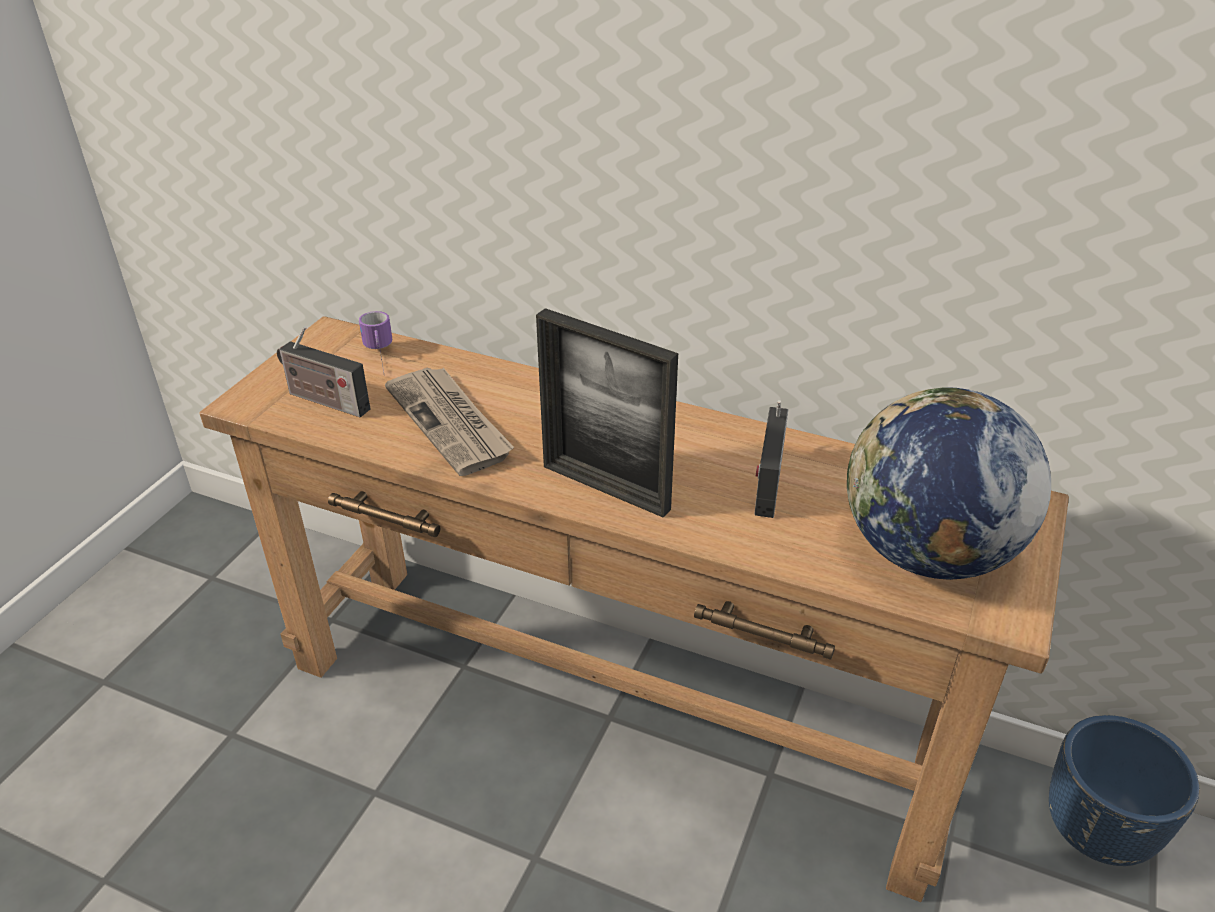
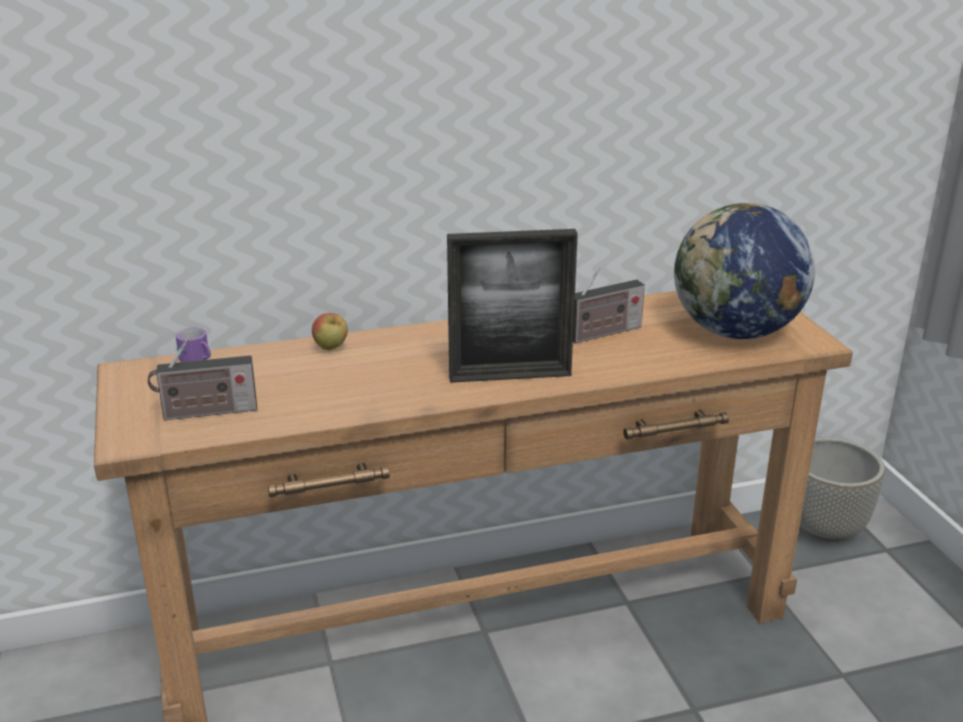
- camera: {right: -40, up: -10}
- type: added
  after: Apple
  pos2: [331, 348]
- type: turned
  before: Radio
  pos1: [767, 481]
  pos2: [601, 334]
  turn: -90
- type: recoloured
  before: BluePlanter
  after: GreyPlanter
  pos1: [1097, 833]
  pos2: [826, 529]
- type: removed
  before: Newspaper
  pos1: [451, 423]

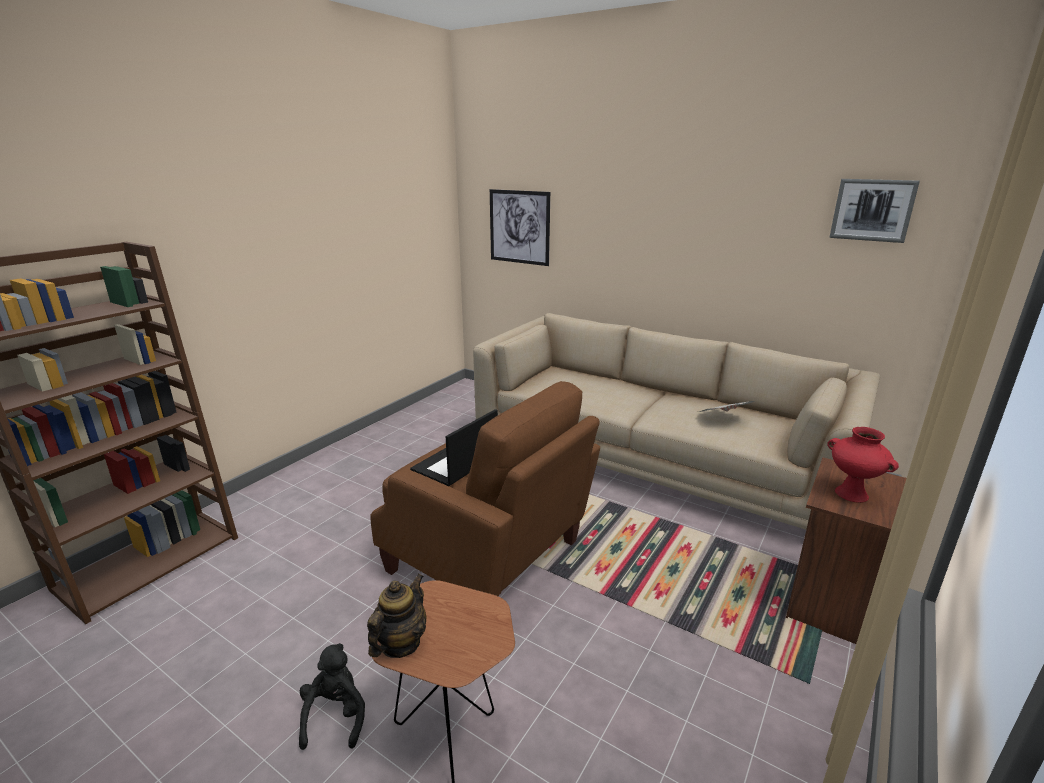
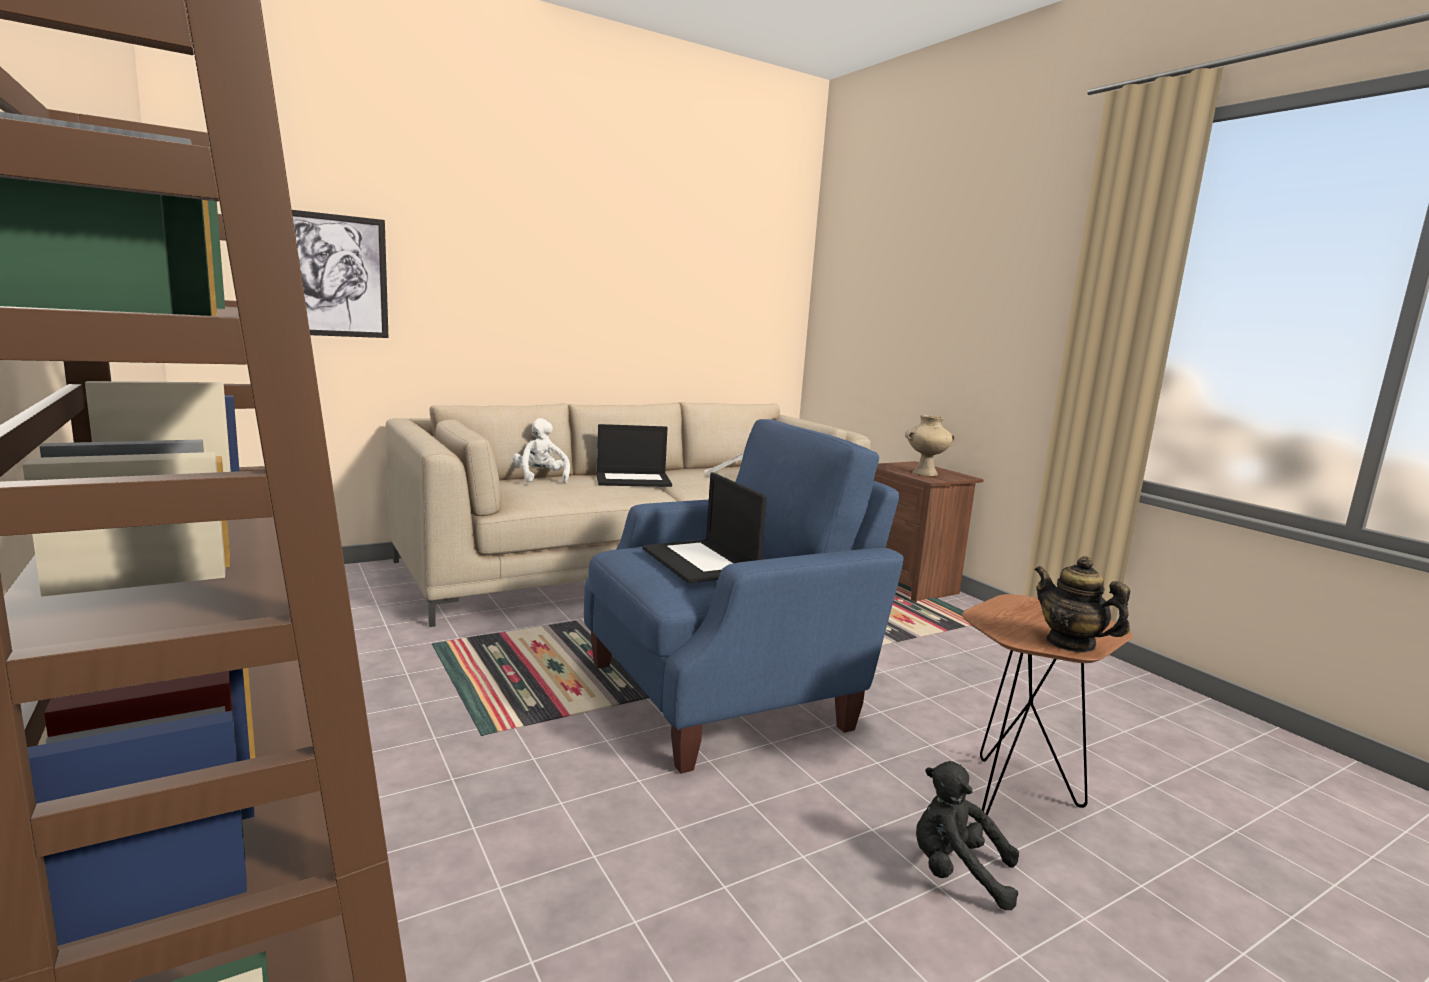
- camera: {right: -65, up: -10}
- type: added
  after: WhitePlushToy
  pos2: [540, 478]
- type: recoloured
  before: BrownArmchair
  after: BlueArmchair
  pos1: [489, 559]
  pos2: [725, 694]
- type: added
  after: Laptop
  pos2: [634, 480]
- type: recoloured
  before: RedVase
  after: BeigeVase
  pos1: [852, 494]
  pos2: [925, 473]
- type: removed
  before: Picture
  pos1: [872, 210]

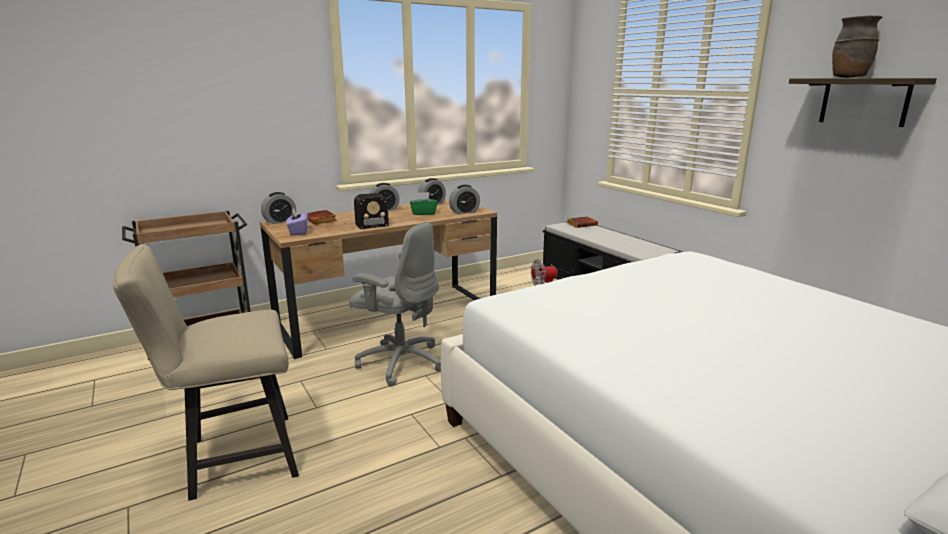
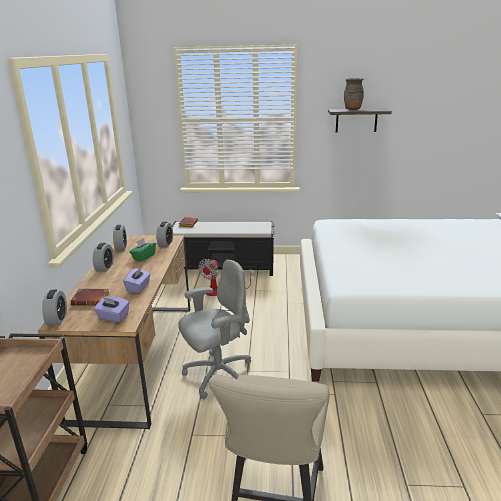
- camera: {right: -55, up: 5}
- type: replaced
  before: Radio
  after: PurpleTissueBox
  pos1: [360, 226]
  pos2: [138, 287]

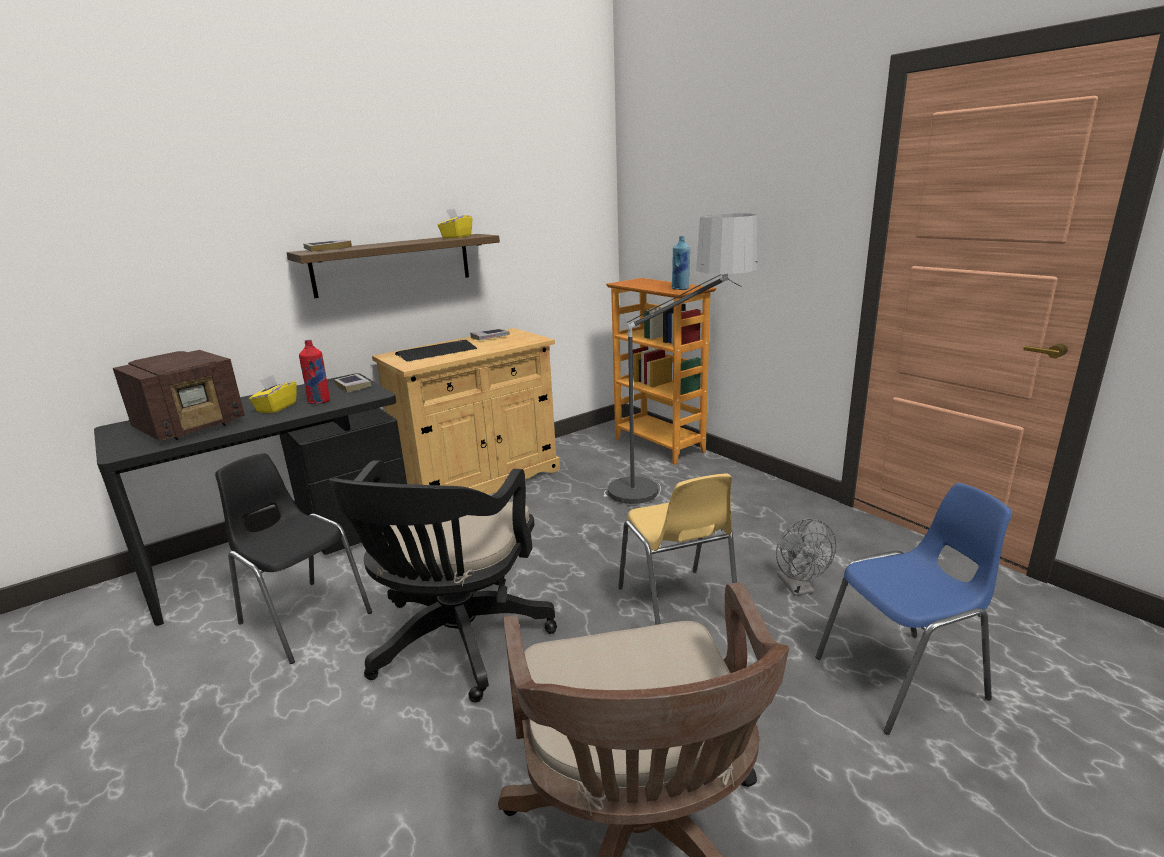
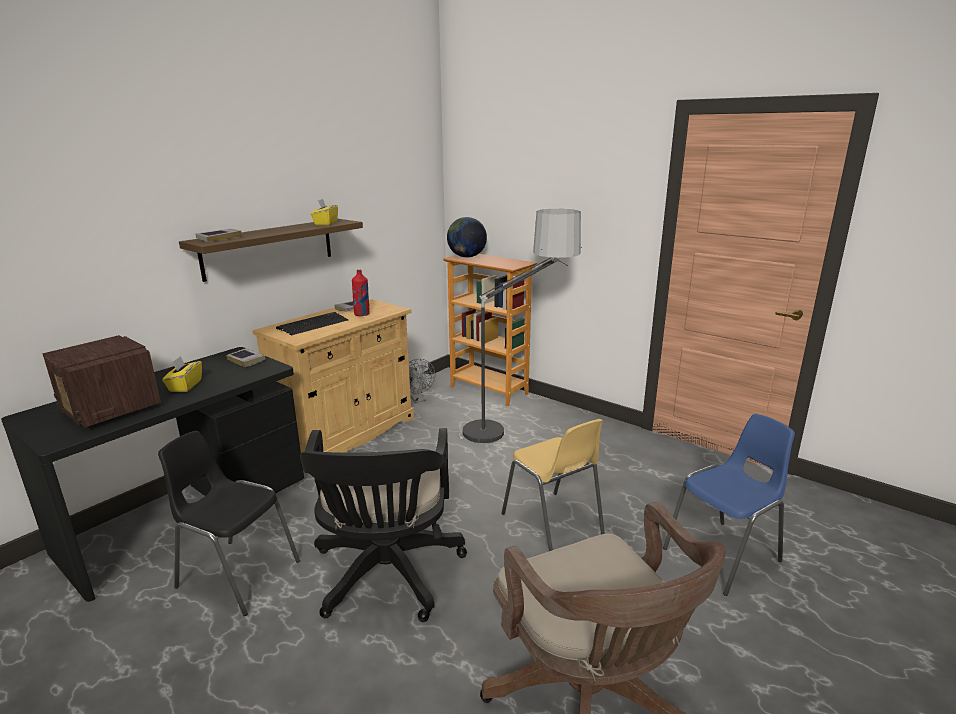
- camera: {right: -15, up: 0}
- type: turned
  before: Radio
  pos1: [192, 426]
  pos2: [111, 409]
  turn: 105
- type: moved
  before: RedBottle
  pos1: [319, 401]
  pos2: [362, 314]
- type: moved
  before: GreyFan
  pos1: [799, 588]
  pos2: [418, 399]
- type: added
  after: Globe
  pos2: [466, 257]
- type: removed
  before: BlueBottle
  pos1: [680, 289]

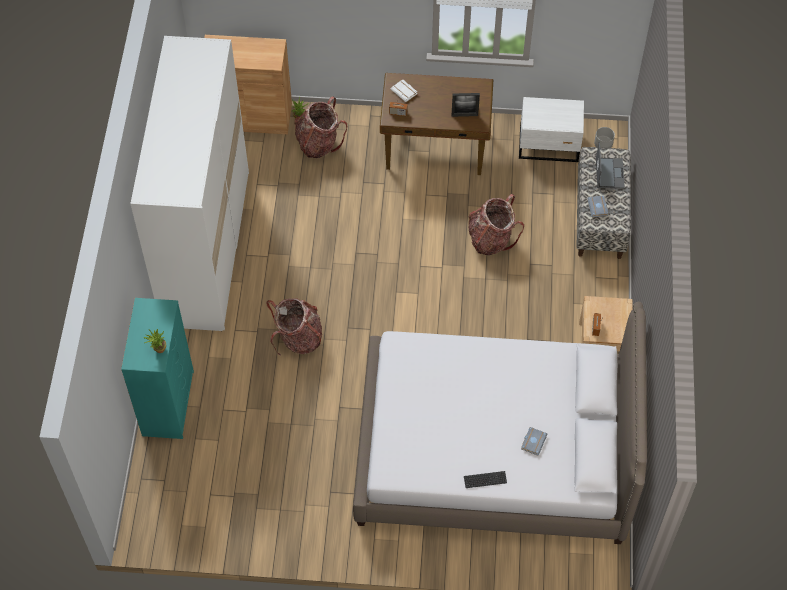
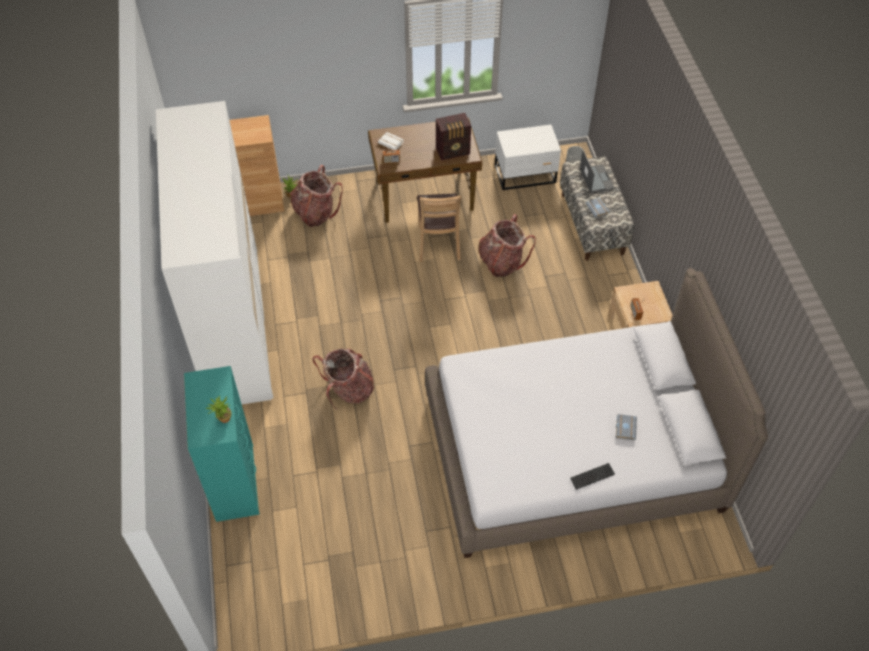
- camera: {right: -15, up: -5}
- type: added
  after: BrownChair
  pos2: [438, 243]
- type: replaced
  before: PictureFrame
  after: Radio
  pos1: [464, 115]
  pos2: [453, 151]

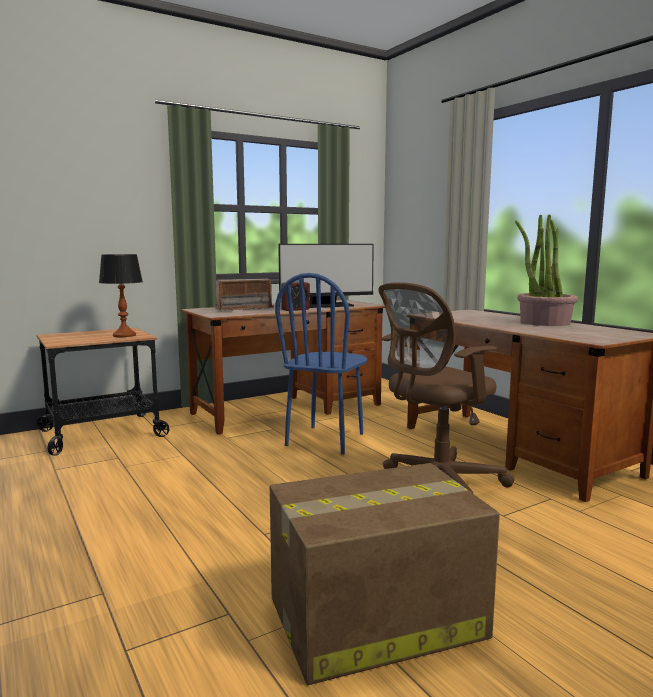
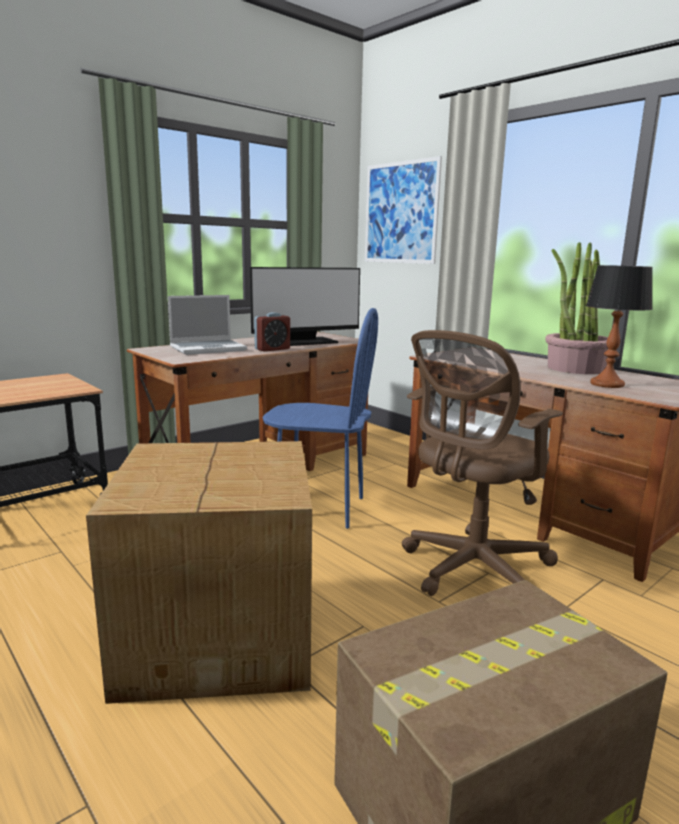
- camera: {right: -10, up: 5}
- type: added
  after: CardboardBox
  pos2: [221, 631]
- type: replaced
  before: Radio
  after: Laptop
  pos1: [244, 309]
  pos2: [208, 349]
- type: turned
  before: BlueChair
  pos1: [325, 440]
  pos2: [319, 508]
  turn: -90
- type: added
  after: Picture
  pos2: [400, 213]
- type: moved
  before: TableLamp
  pos1: [124, 335]
  pos2: [607, 384]

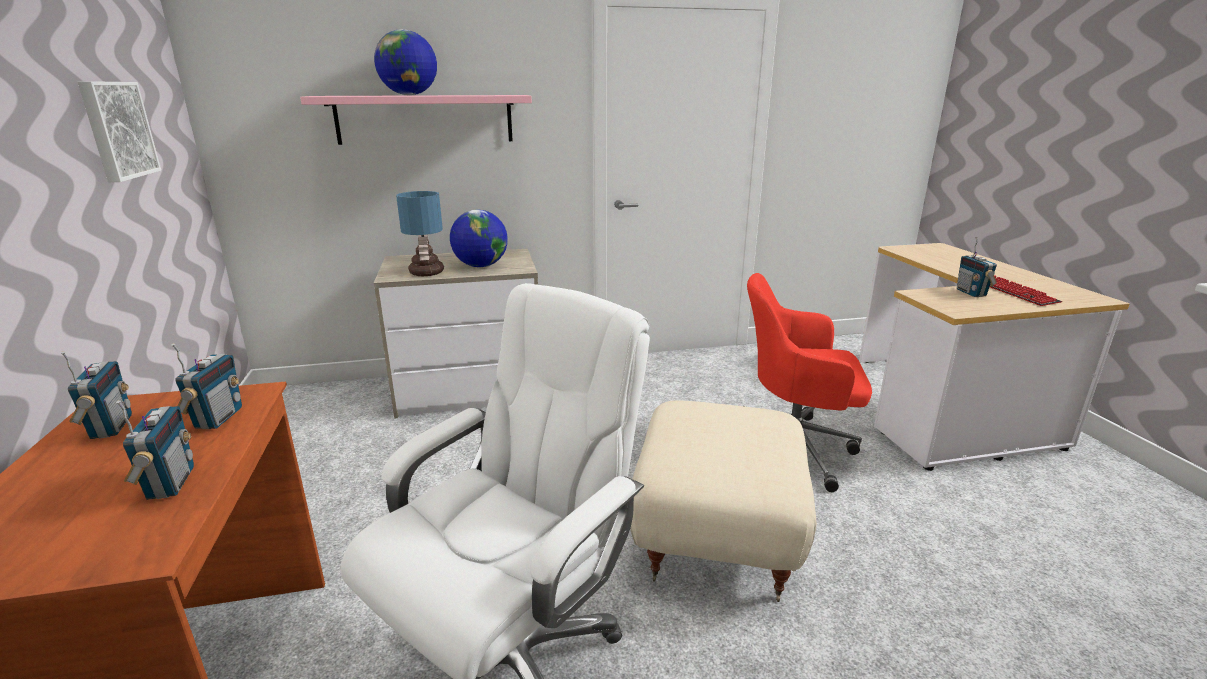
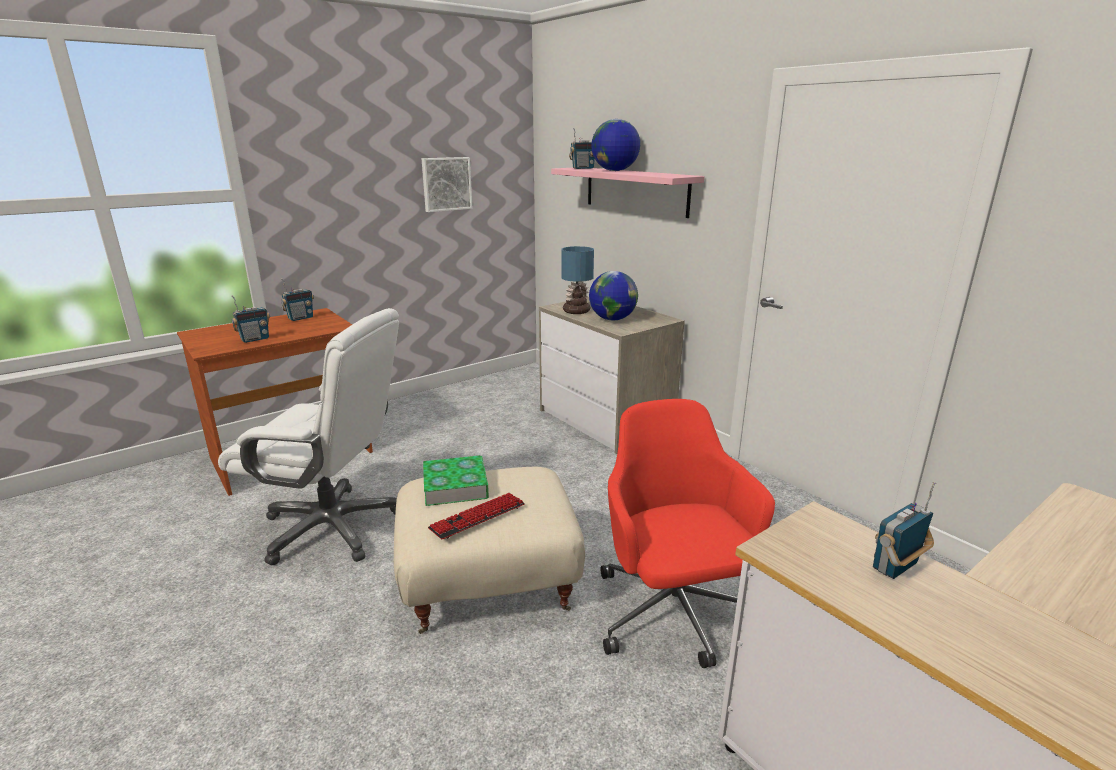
- camera: {right: 65, up: 0}
- type: added
  after: Book
  pos2: [455, 486]
- type: moved
  before: Keyboard
  pos1: [1015, 292]
  pos2: [477, 517]
- type: moved
  before: Radio
  pos1: [218, 418]
  pos2: [583, 168]

